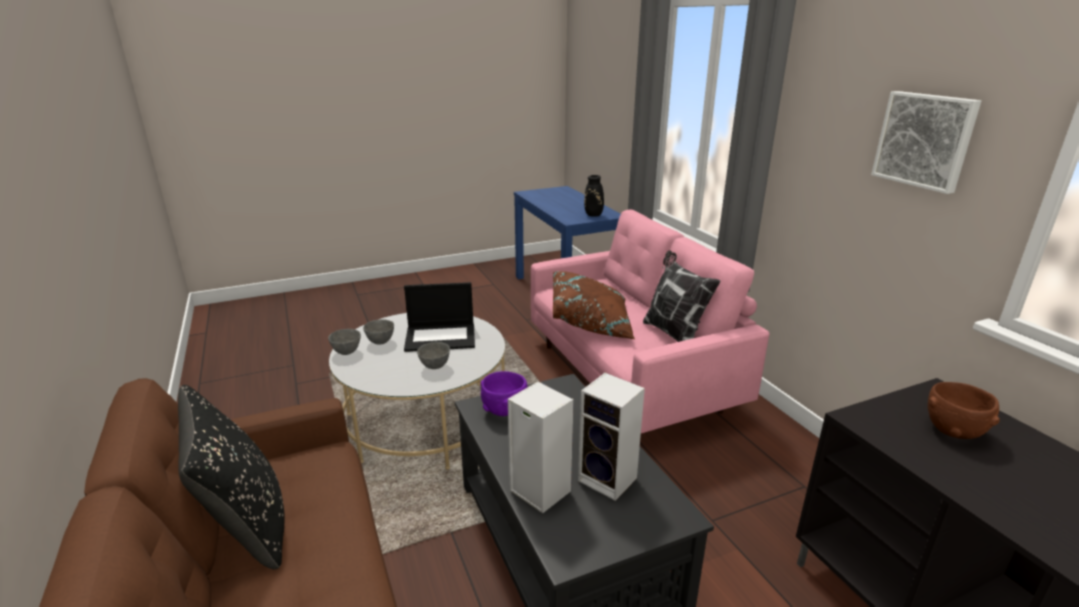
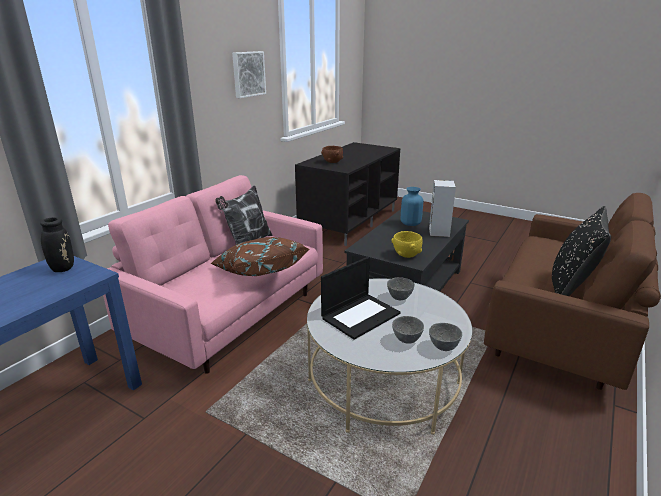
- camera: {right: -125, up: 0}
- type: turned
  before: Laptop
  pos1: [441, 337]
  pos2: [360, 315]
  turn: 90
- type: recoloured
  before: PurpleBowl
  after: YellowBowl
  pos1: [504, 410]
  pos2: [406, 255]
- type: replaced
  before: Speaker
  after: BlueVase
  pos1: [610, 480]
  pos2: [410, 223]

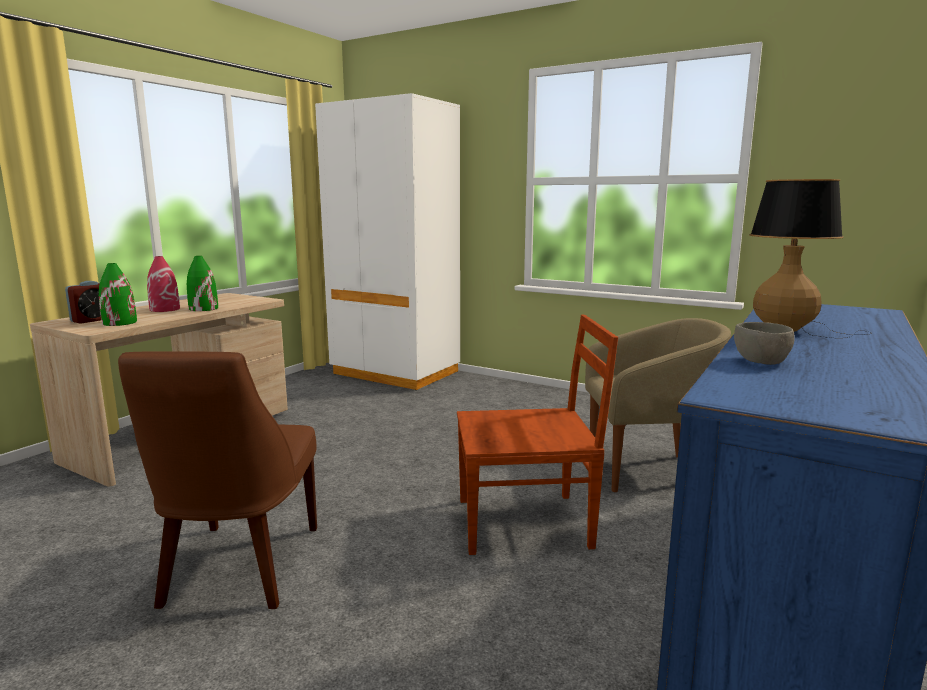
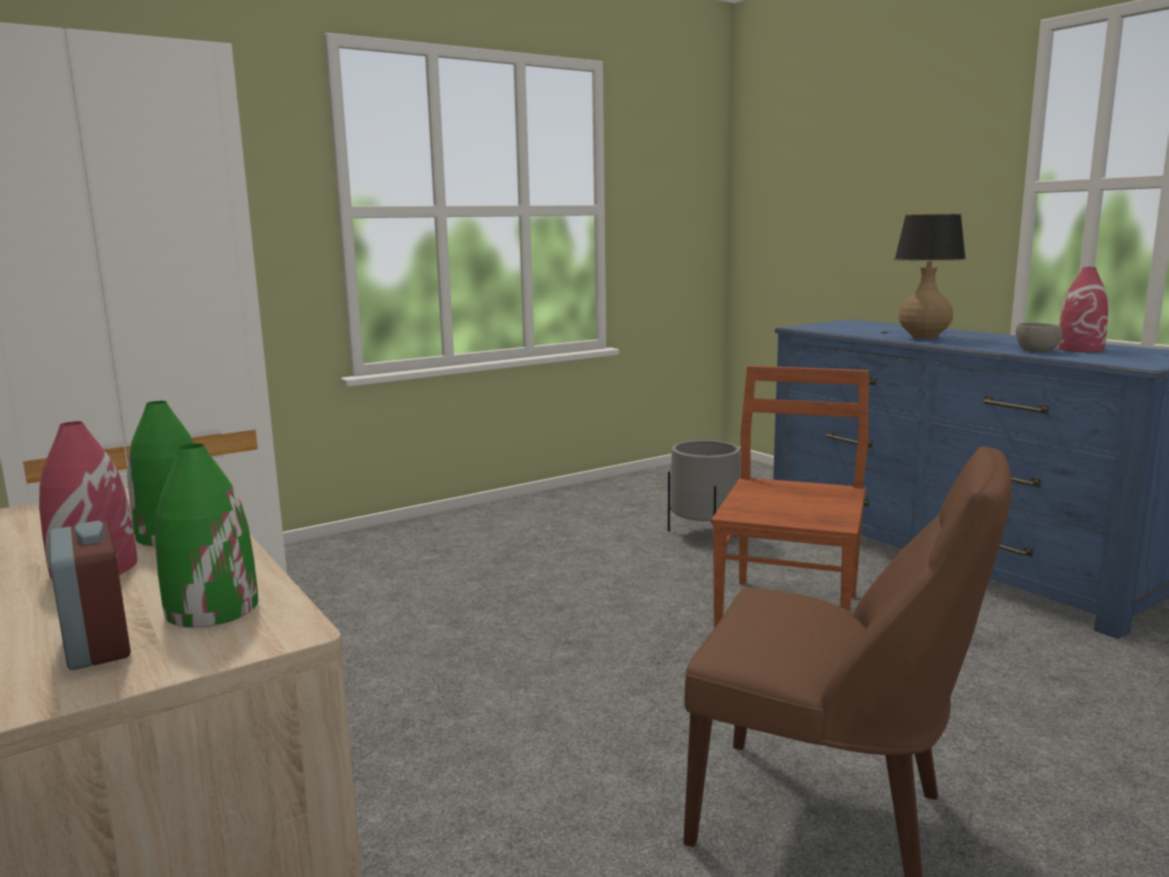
- camera: {right: -65, up: 0}
- type: replaced
  before: BeigeArmchair
  after: GreyPlanter
  pos1: [647, 469]
  pos2: [704, 535]
- type: added
  after: RedVase
  pos2: [1080, 349]

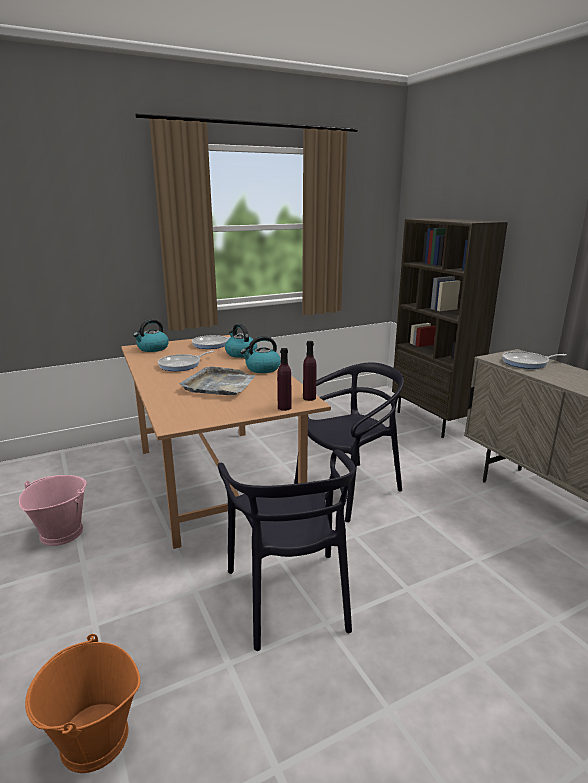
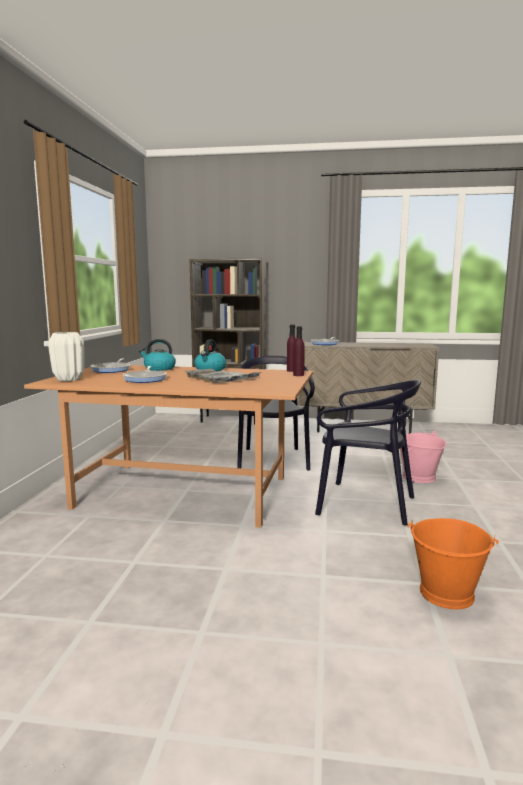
- camera: {right: -55, up: -10}
- type: replaced
  before: Kettle
  after: WhiteVase
  pos1: [152, 348]
  pos2: [69, 379]
- type: moved
  before: PinkBucket
  pos1: [61, 532]
  pos2: [418, 477]

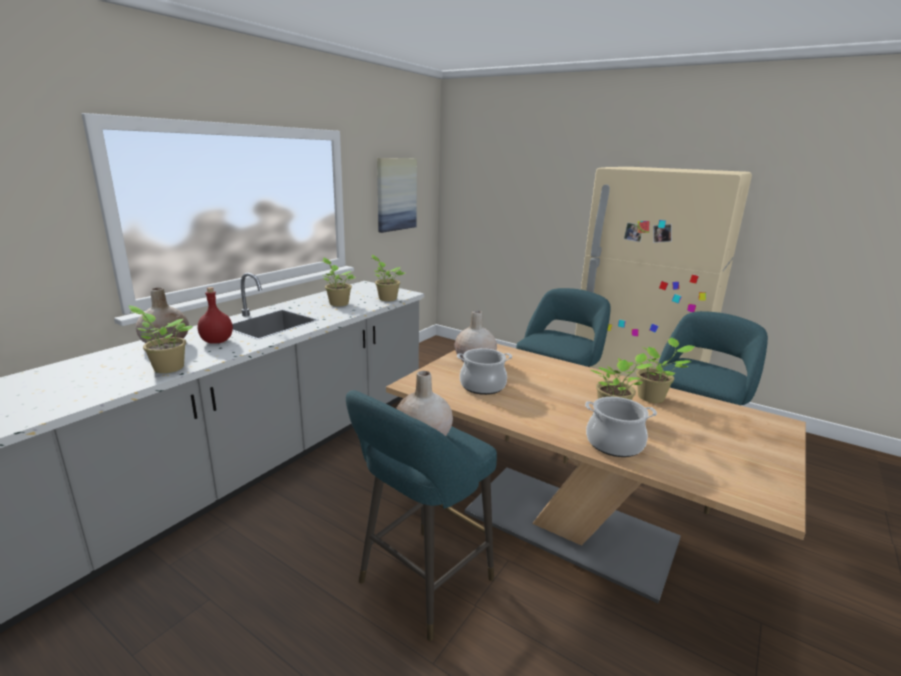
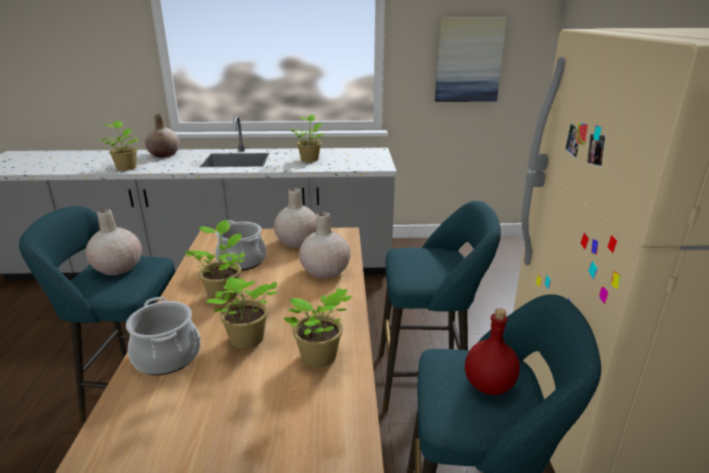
- camera: {right: 55, up: 5}
- type: moved
  before: PottedPlant
  pos1: [386, 298]
  pos2: [223, 294]
- type: added
  after: BeigeVase
  pos2: [324, 271]
- type: moved
  before: RedBottle
  pos1: [217, 341]
  pos2: [489, 386]

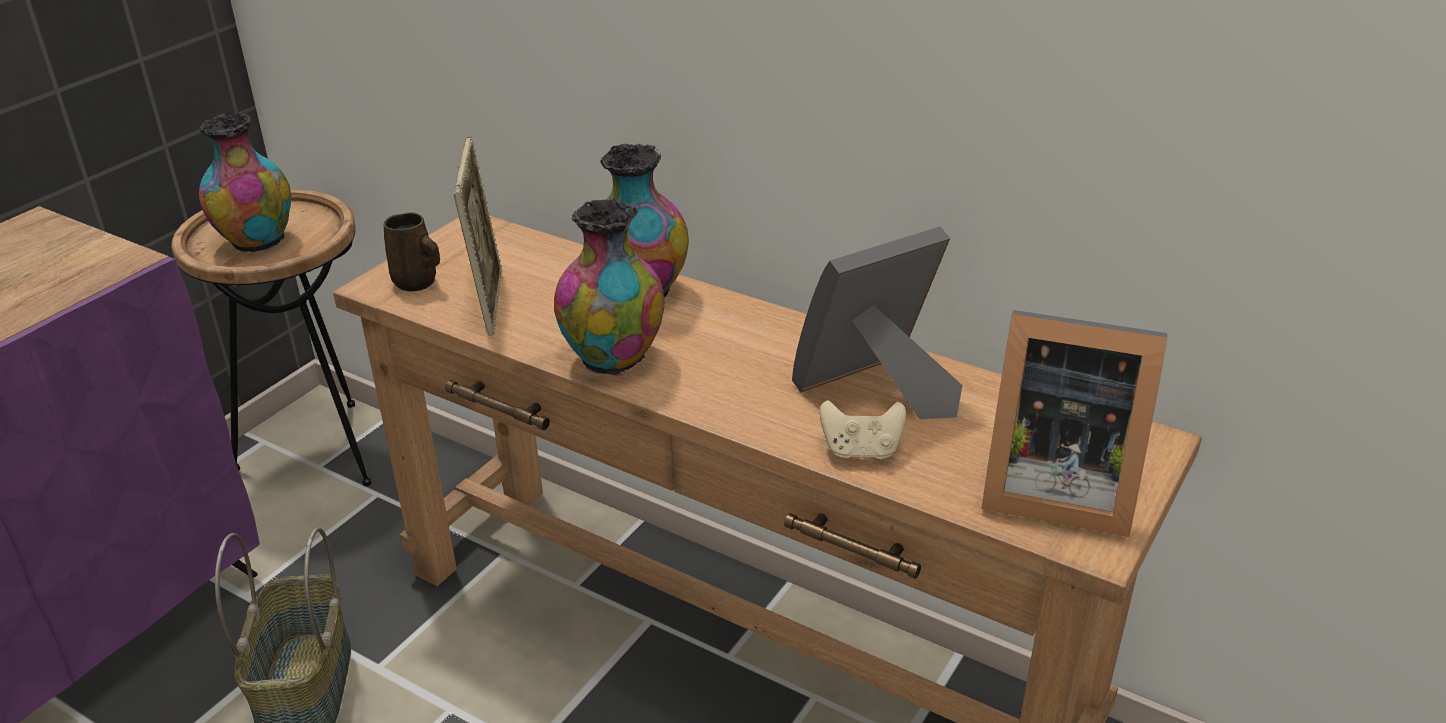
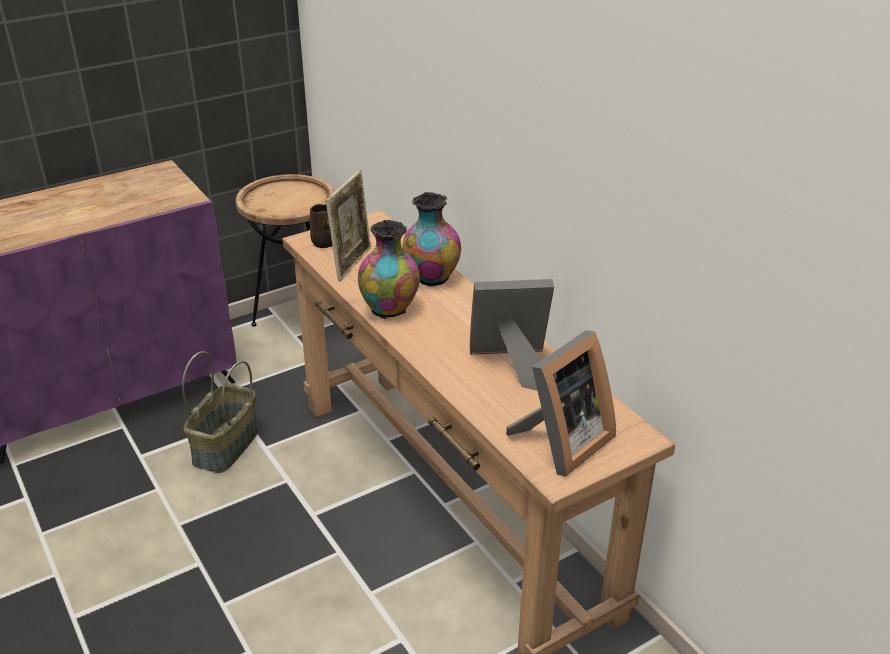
- camera: {right: 25, up: 0}
- type: turned
  before: PictureFrame
  pos1: [1053, 488]
  pos2: [560, 444]
  turn: -90
- type: removed
  before: Vase
  pos1: [256, 242]
- type: removed
  before: BeigeGameController
  pos1: [861, 451]

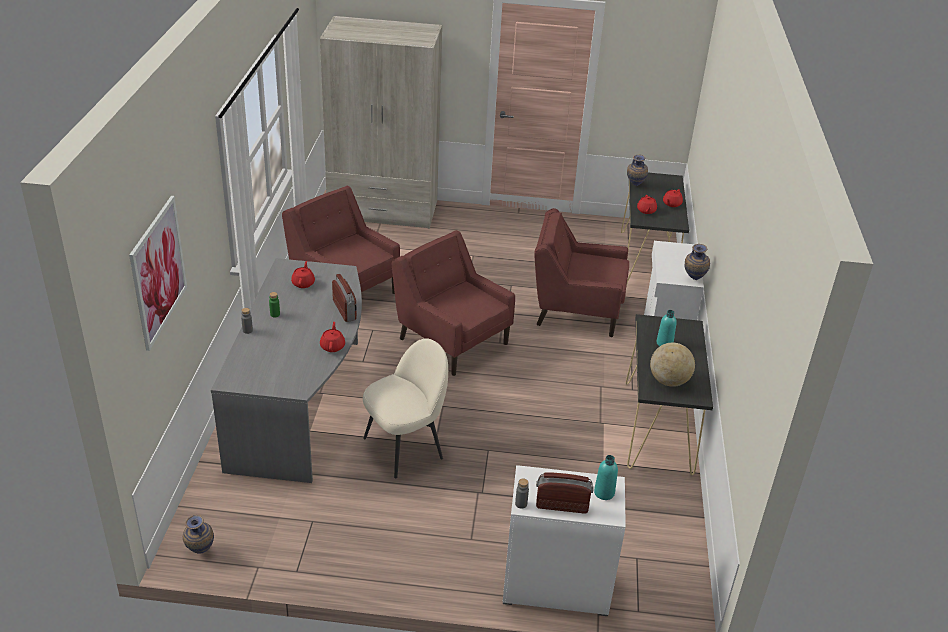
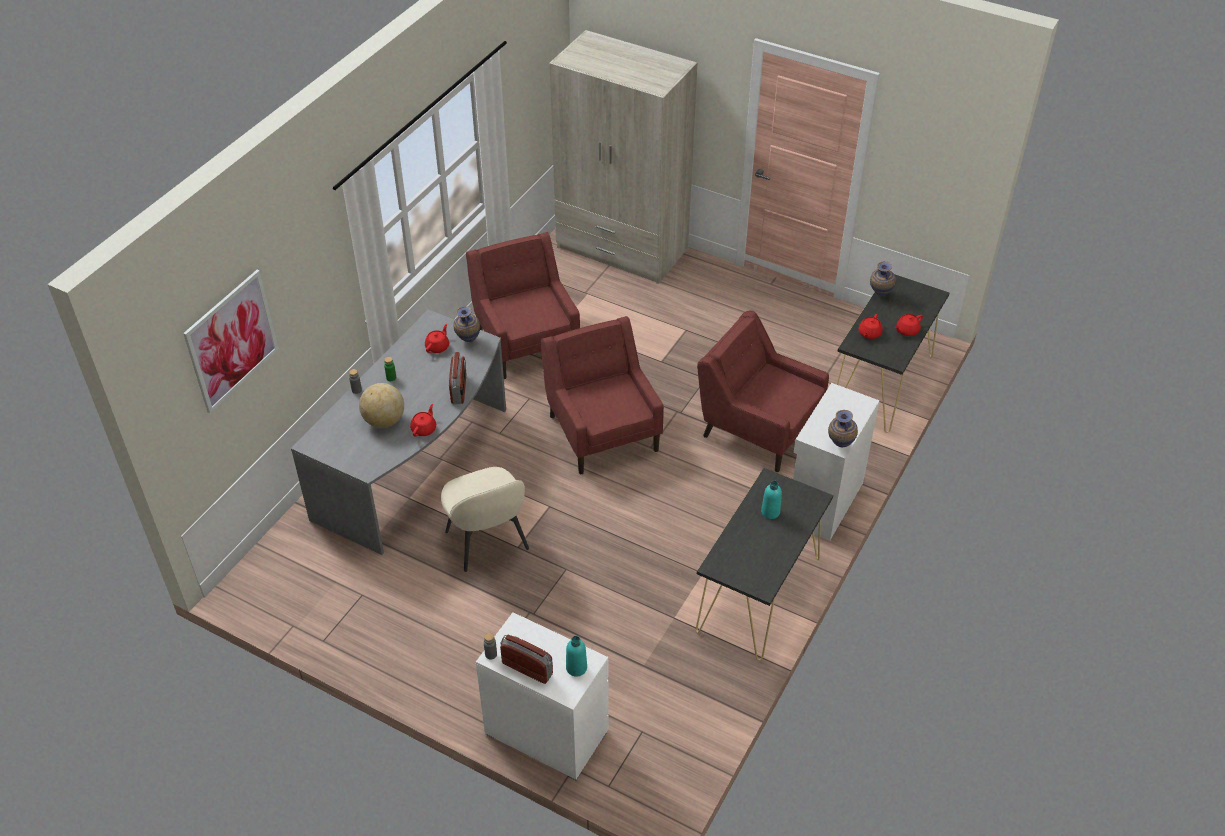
- camera: {right: 25, up: 10}
- type: moved
  before: Globe
  pos1: [669, 381]
  pos2: [384, 421]
- type: turned
  before: BeigeChair
  pos1: [405, 447]
  pos2: [487, 542]
  turn: 75
- type: moved
  before: Vase
  pos1: [200, 552]
  pos2: [468, 341]

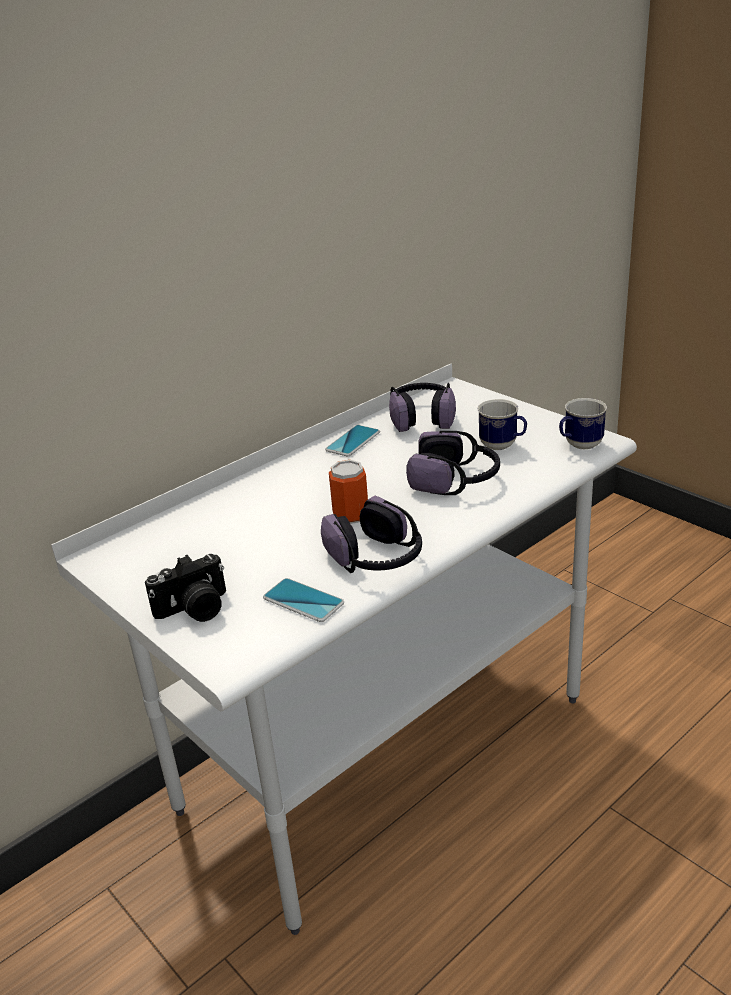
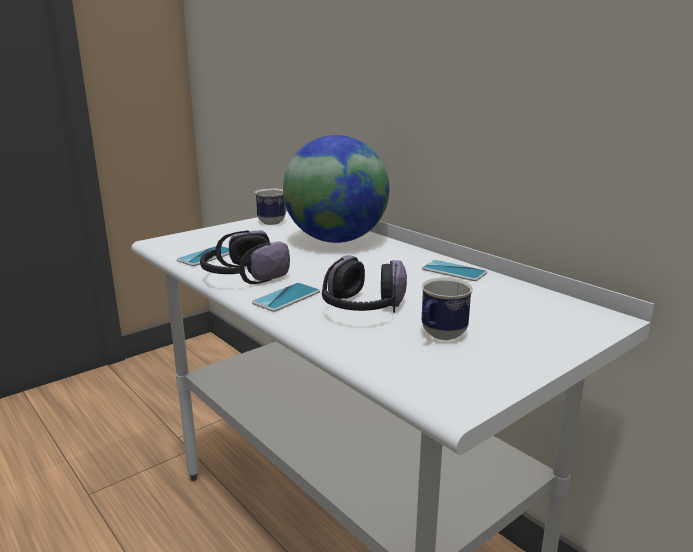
- camera: {right: 90, up: -10}
- type: added
  after: Phone
  pos2: [286, 298]
- type: moved
  before: Mug
  pos1: [579, 446]
  pos2: [270, 221]
- type: added
  after: Globe
  pos2: [336, 240]
- type: removed
  before: PhotoCamera
  pos1: [194, 610]
- type: removed
  before: Can
  pos1: [351, 515]
- type: removed
  before: Headphones
  pos1: [422, 417]

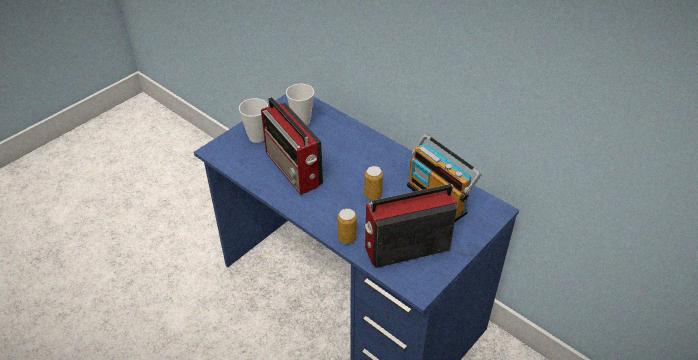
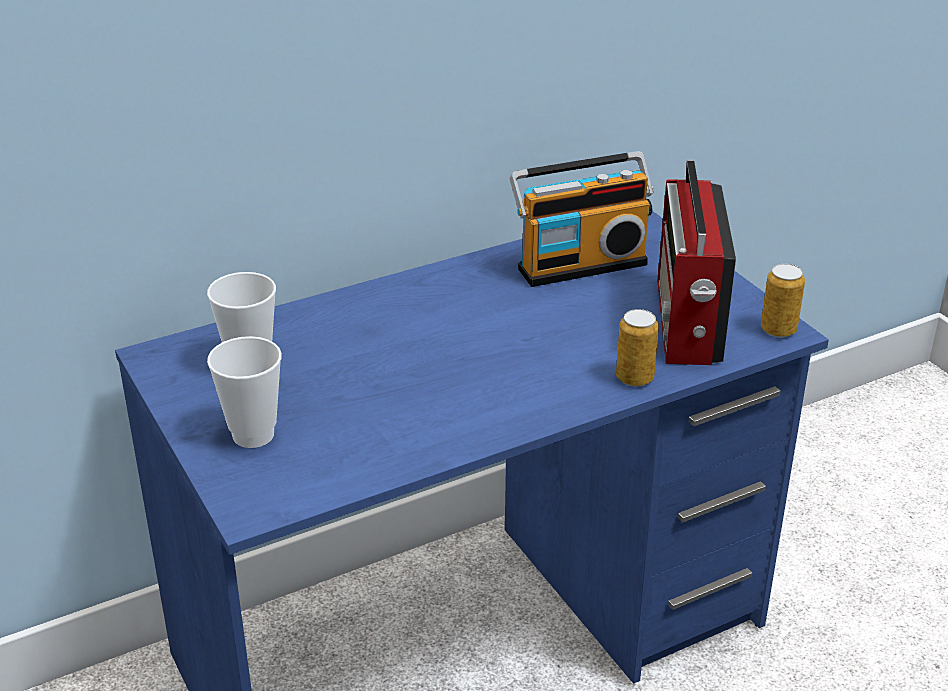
- camera: {right: -70, up: -10}
- type: moved
  before: Can
  pos1: [373, 195]
  pos2: [778, 330]
- type: removed
  before: Radio
  pos1: [294, 170]

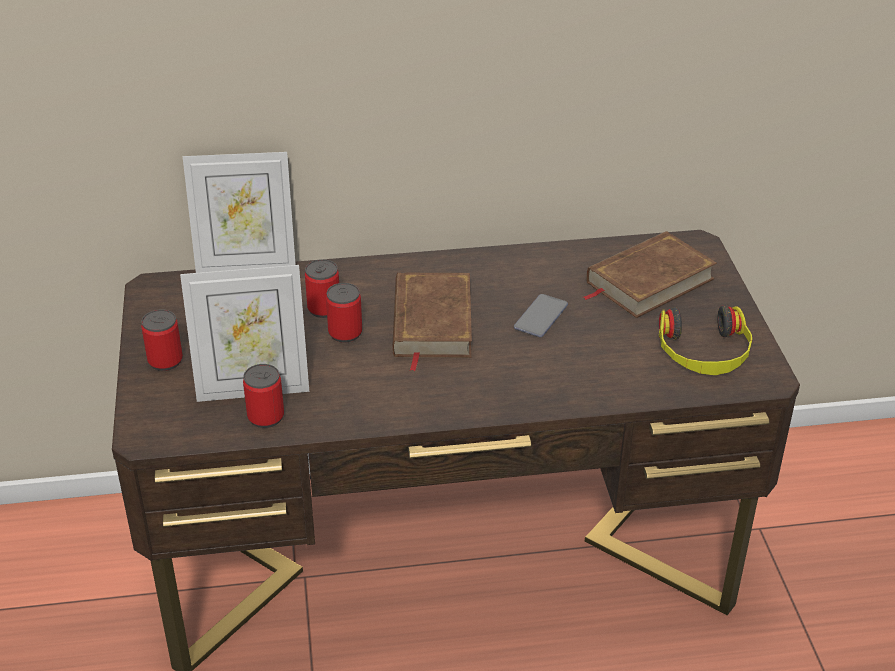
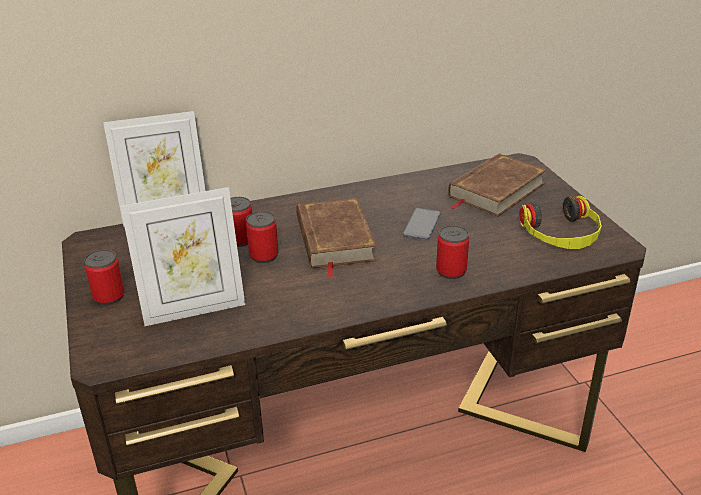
- camera: {right: -10, up: -5}
- type: moved
  before: Can
  pos1: [266, 417]
  pos2: [451, 271]

